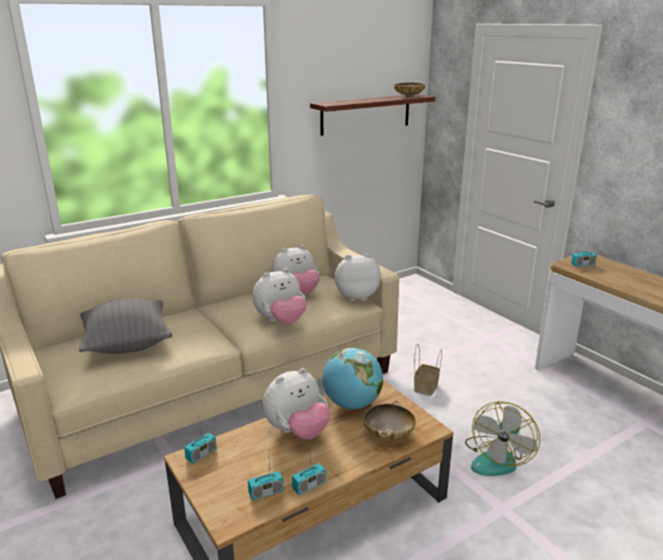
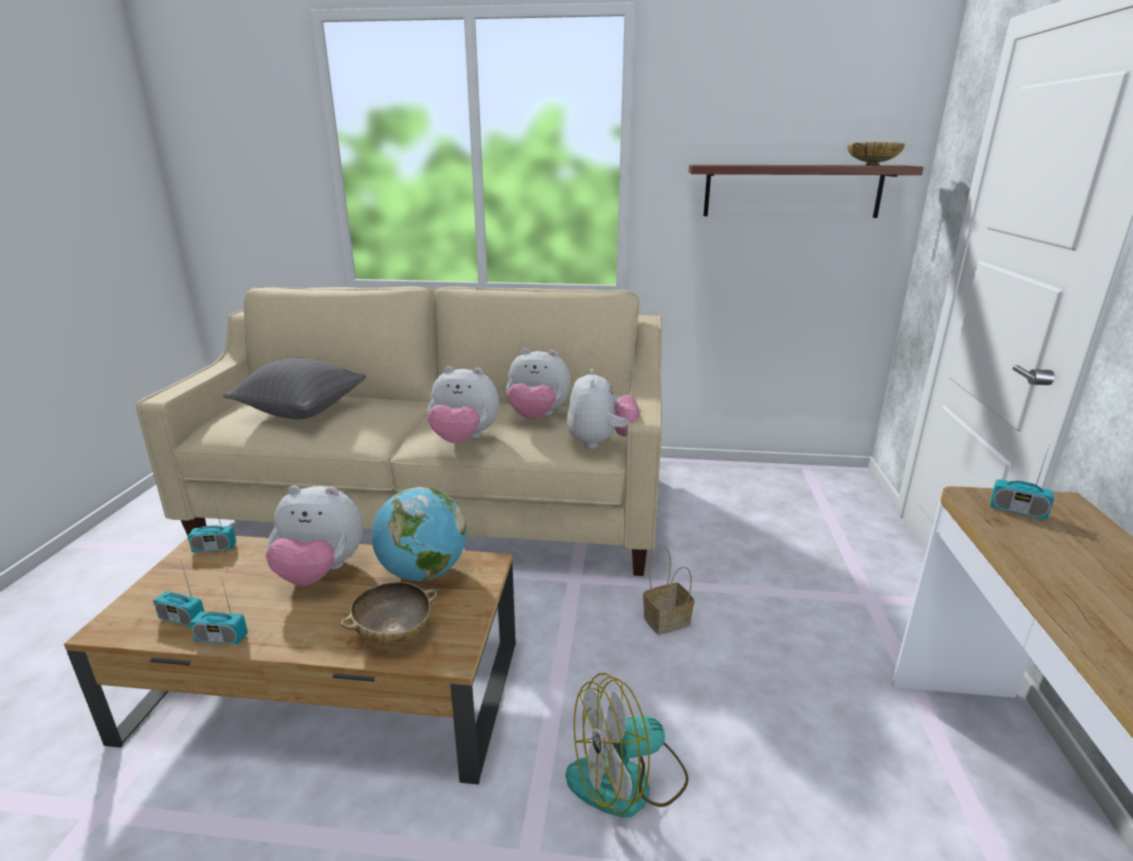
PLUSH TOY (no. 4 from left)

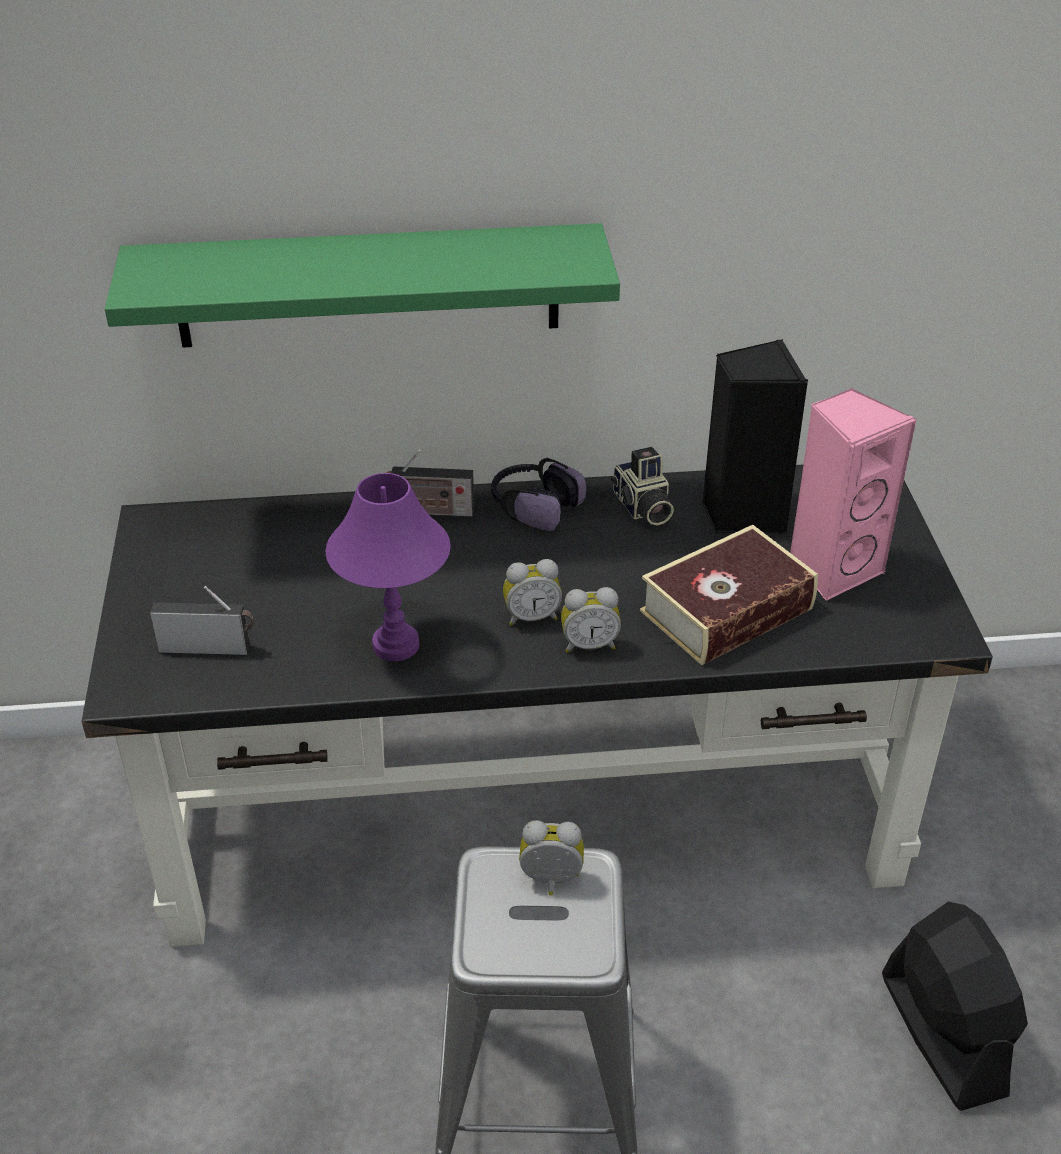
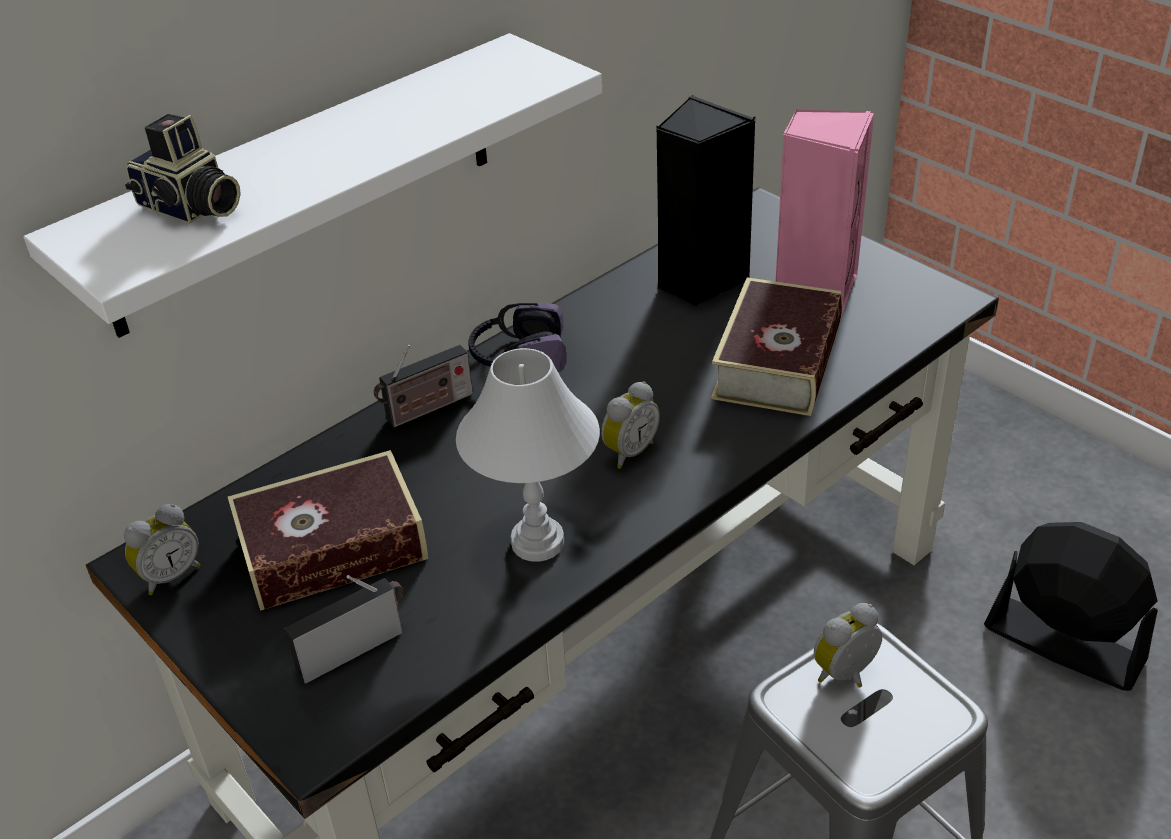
WHITE BRACKET SHELF
PHOTO CAMERA
WHITE TABLE LAMP
BEDSIDE CLOCK (no. 1 from left)
VOLUME (no. 1 from left)

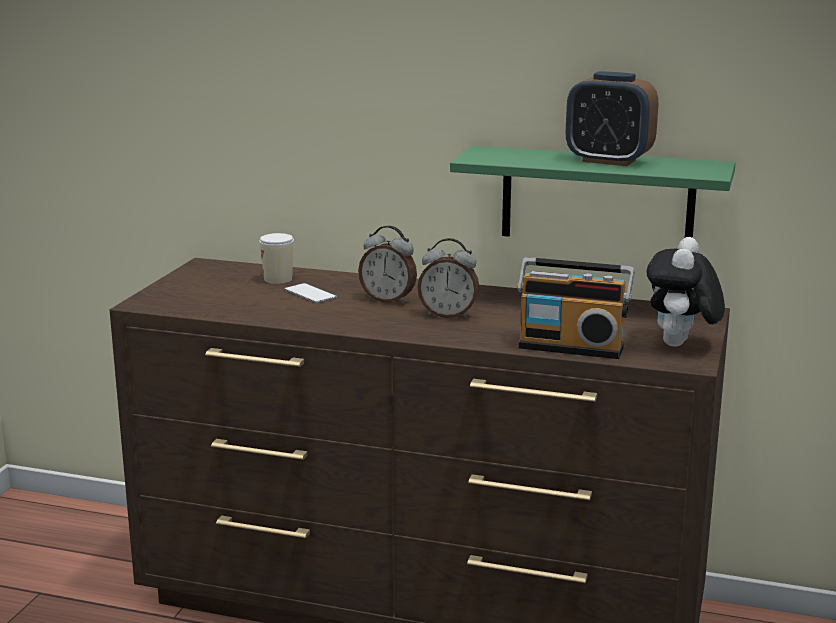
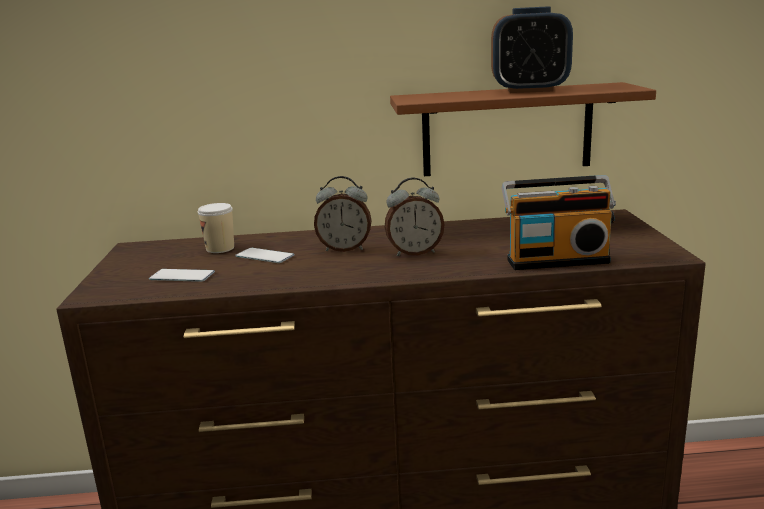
BROWNISH BRACKET SHELF
PLUSH TOY
TELEPHONE (no. 1 from left)

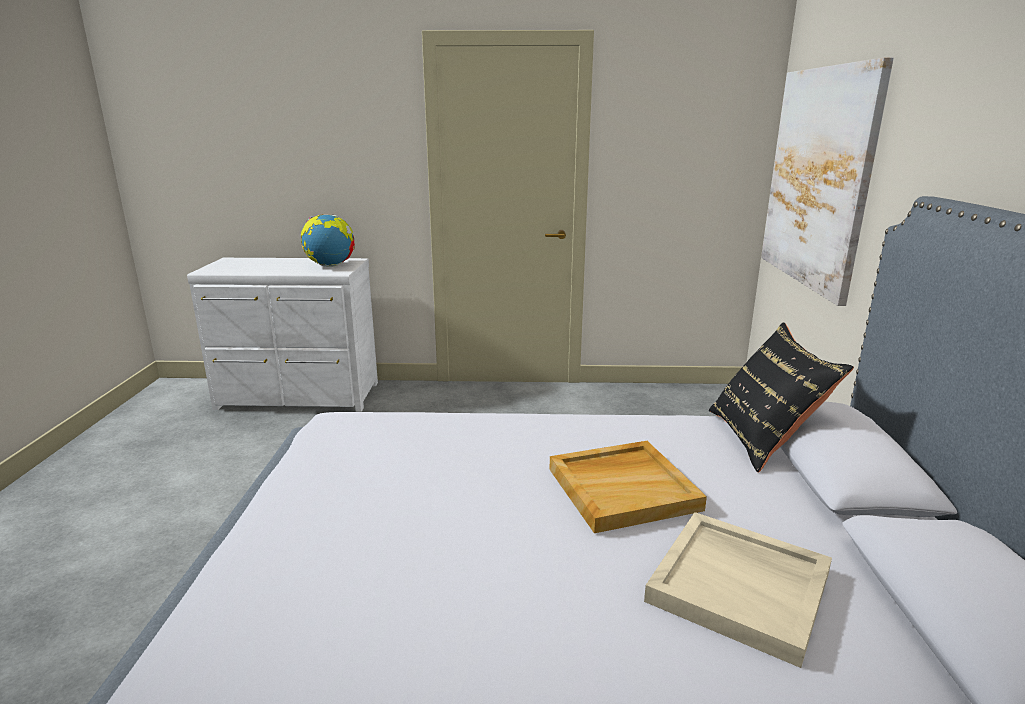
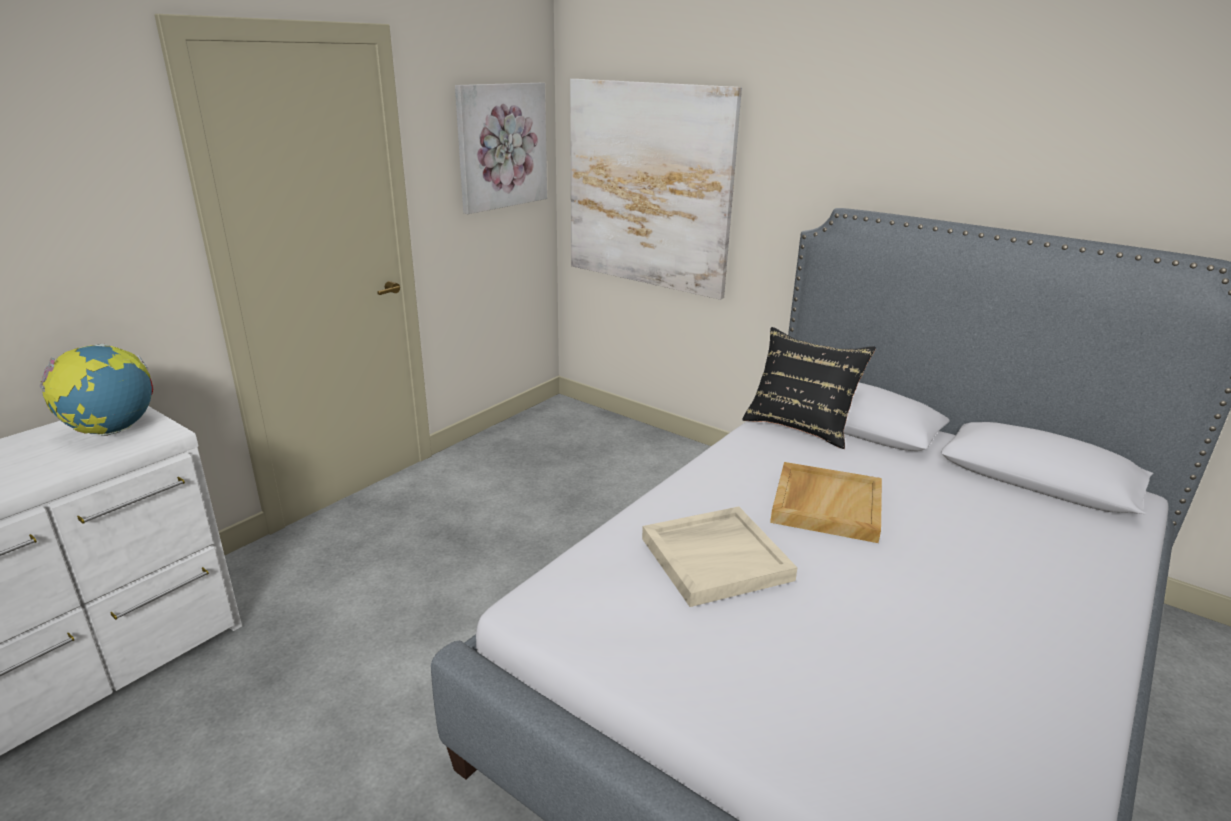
BEIGE CARRYING TRAY (no. 1 from left)
PICTURE (no. 1 from left)

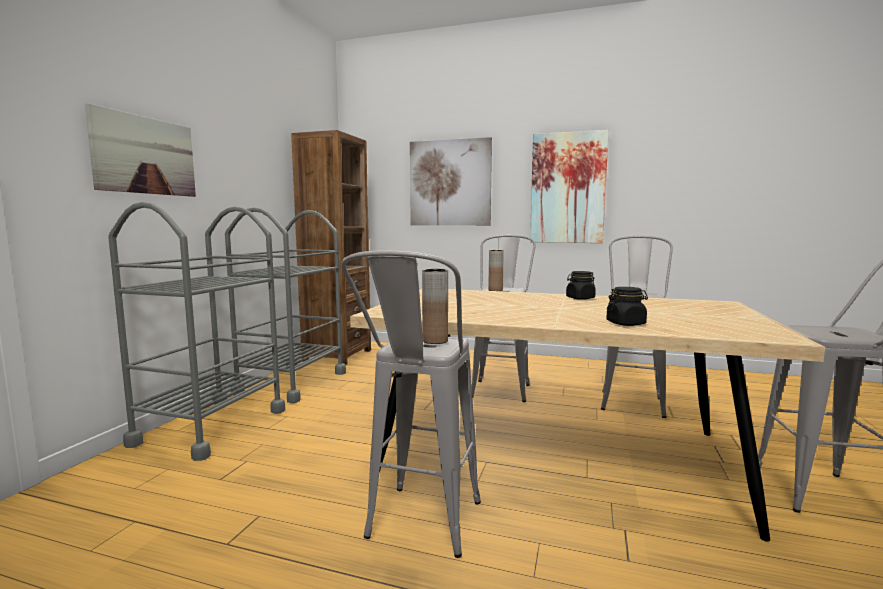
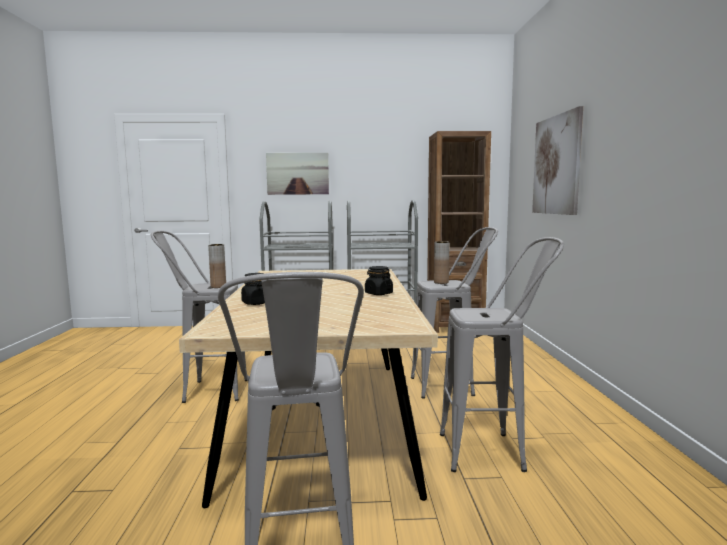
PICTURE (no. 3 from left in the first image)

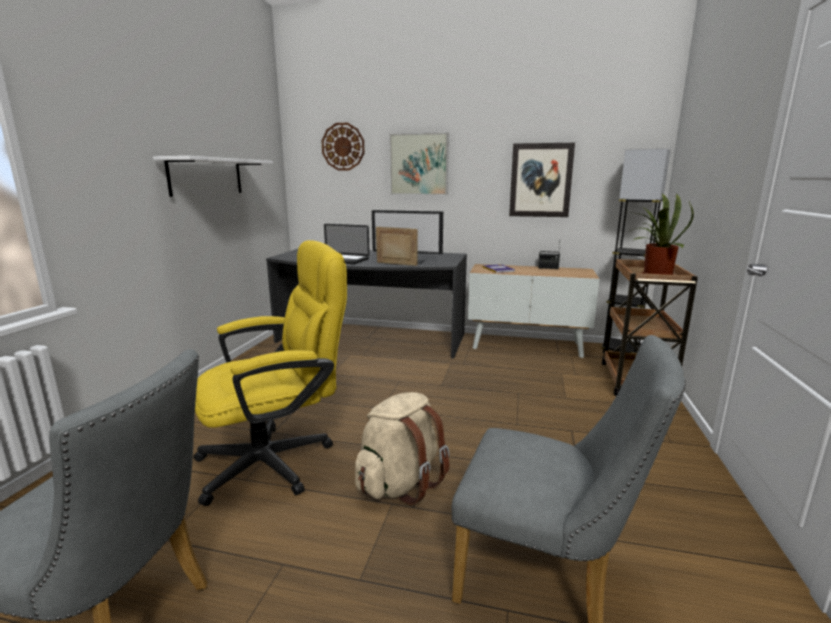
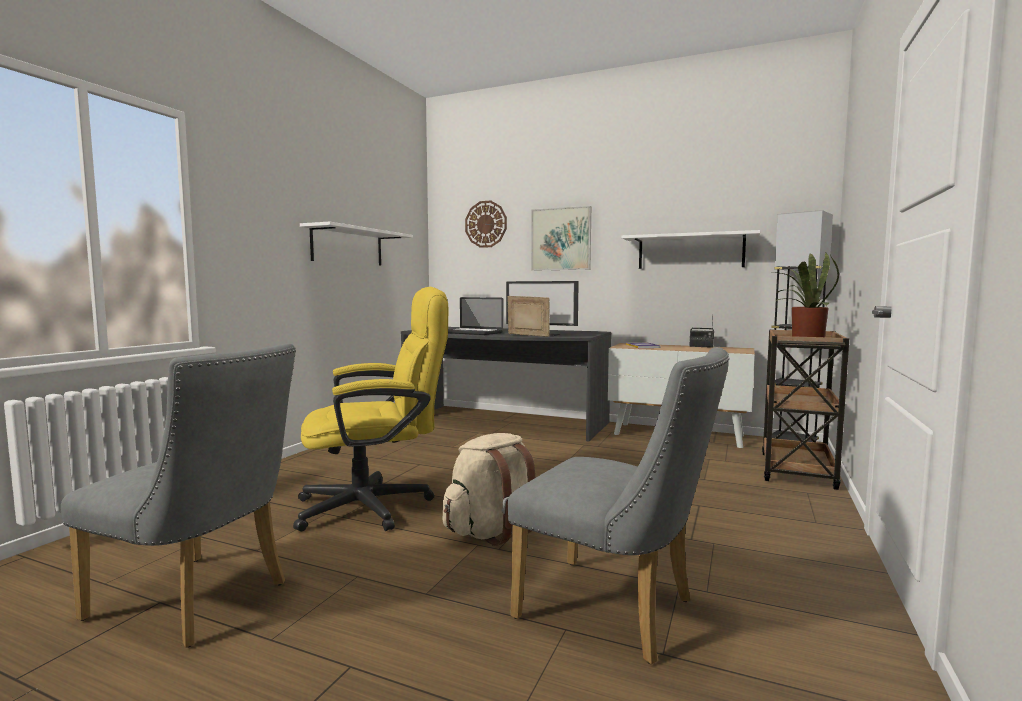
WHITE BRACKET SHELF (no. 2 from left)

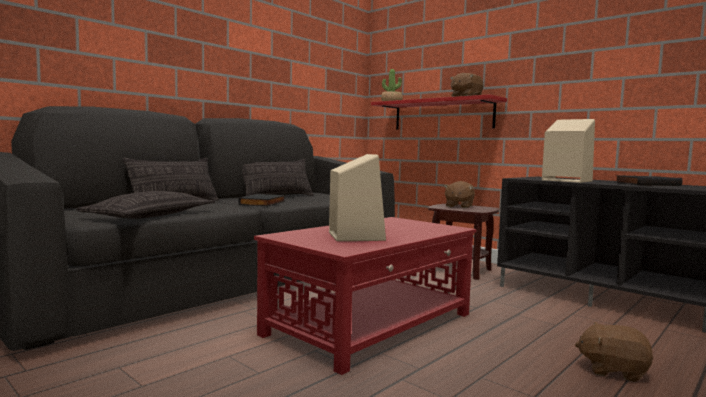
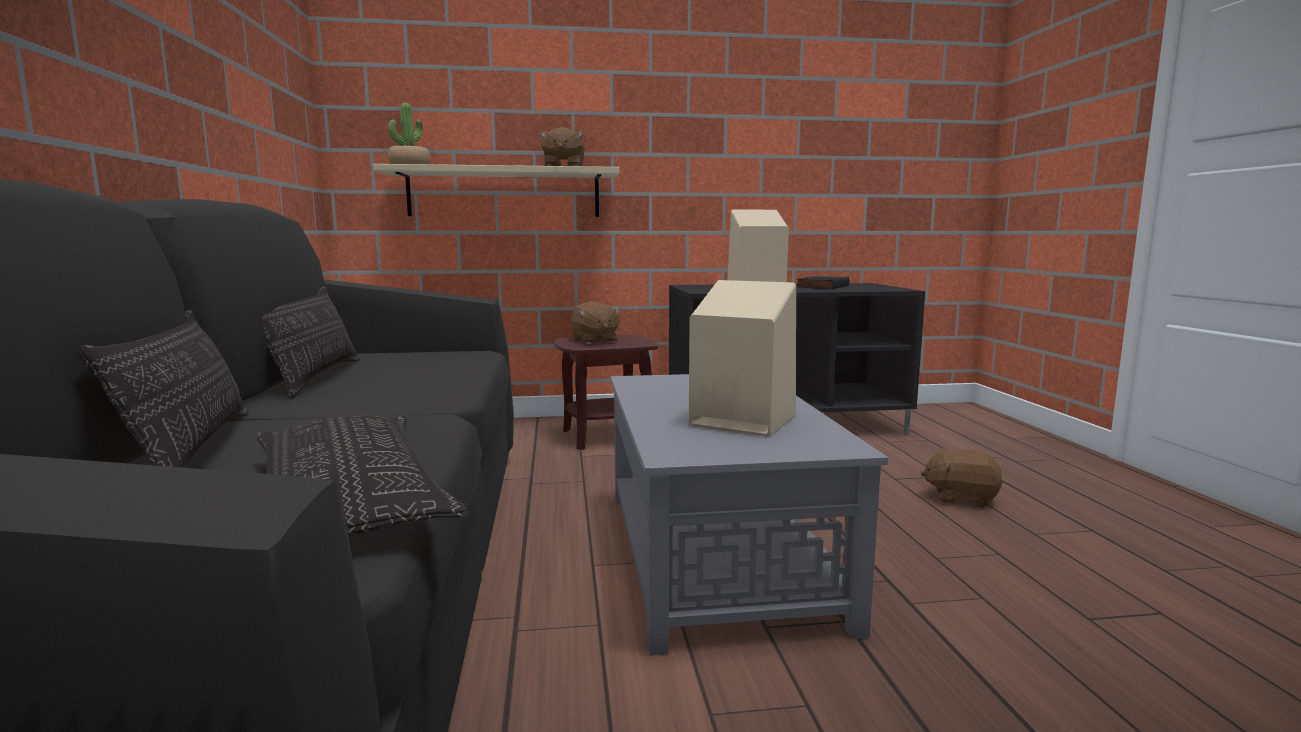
BEIGE BRACKET SHELF
BLACK-COLOURED VOLUME (no. 1 from left in the first image)
GRAY LOUNGE TABLE
BROWNISH PLUSH TOY (no. 3 from left)

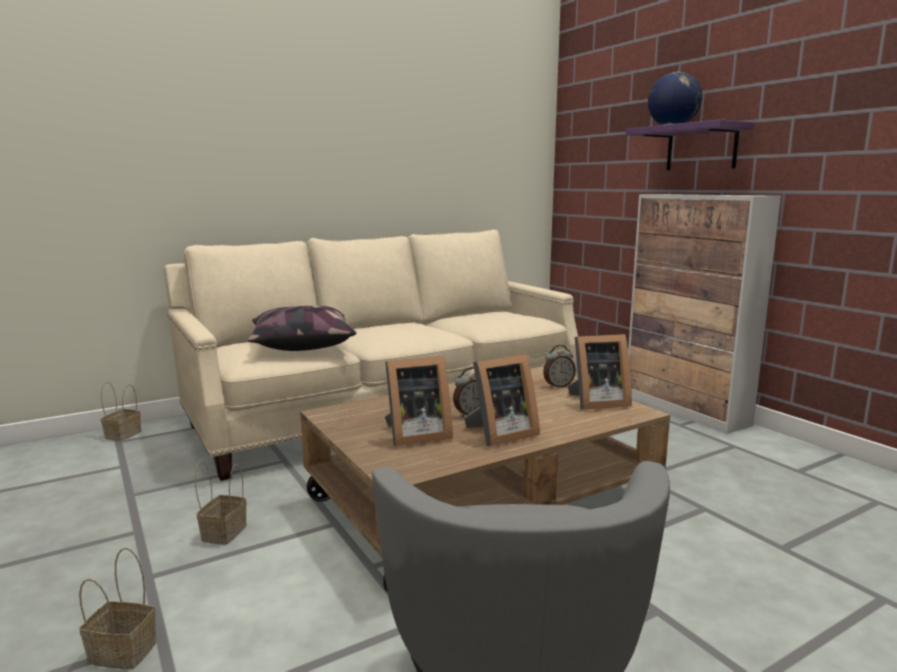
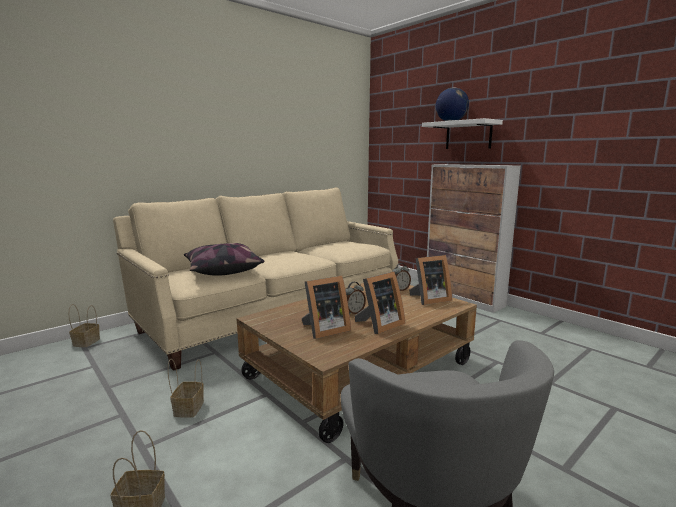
WHITE BRACKET SHELF

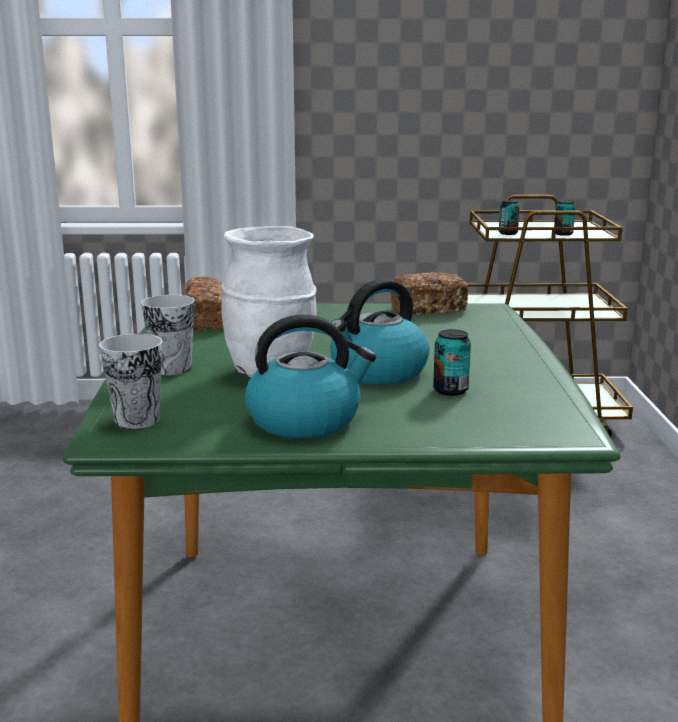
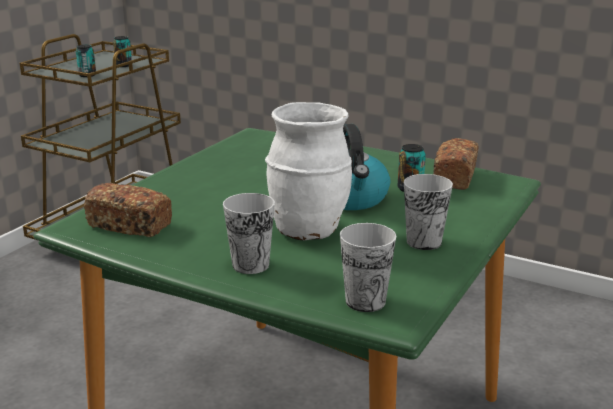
BAKERY BREAD (no. 2 from left)
CUP (no. 3 from left)

